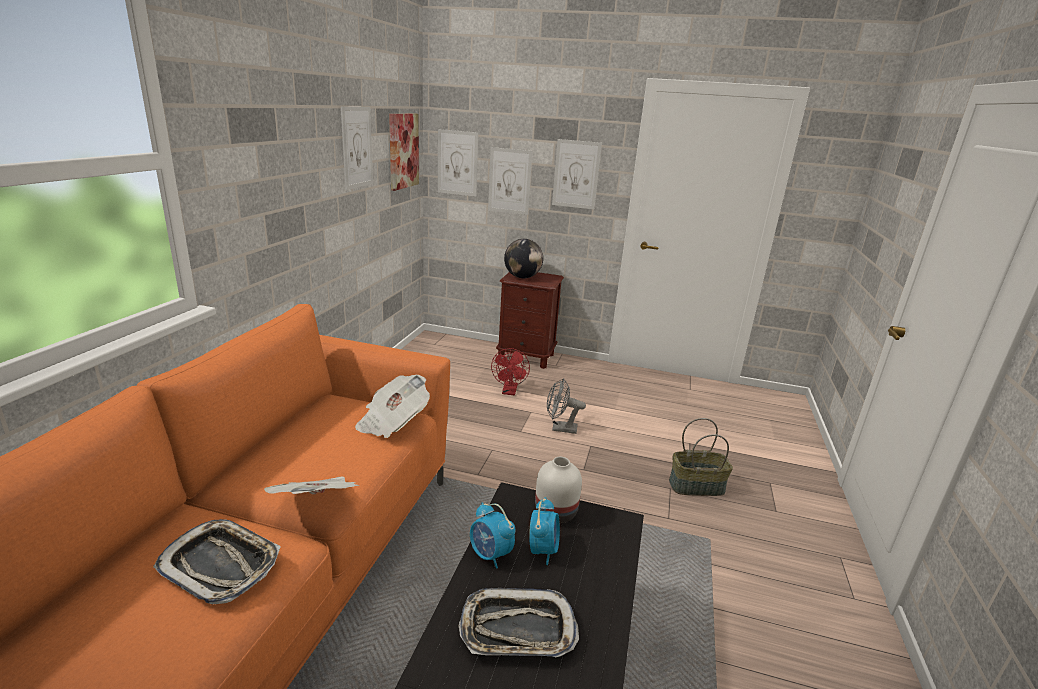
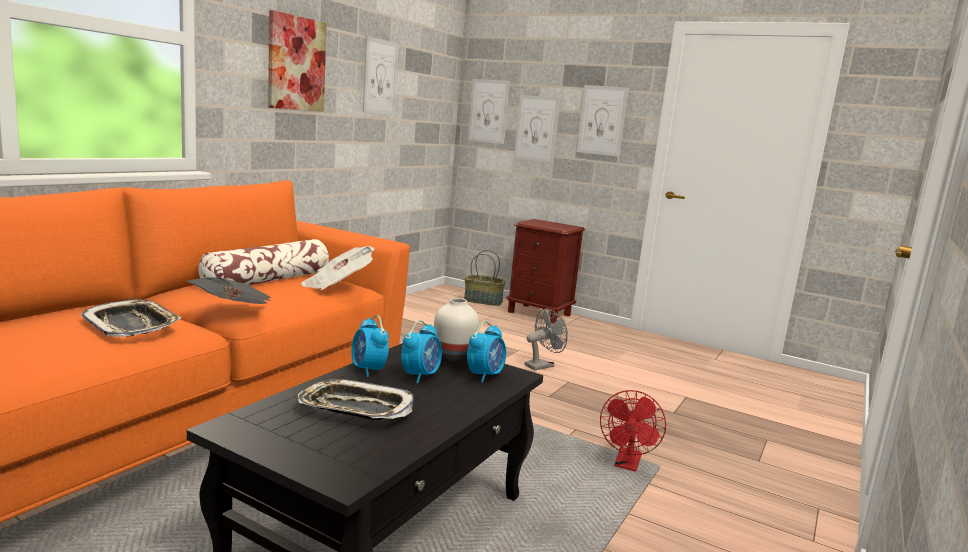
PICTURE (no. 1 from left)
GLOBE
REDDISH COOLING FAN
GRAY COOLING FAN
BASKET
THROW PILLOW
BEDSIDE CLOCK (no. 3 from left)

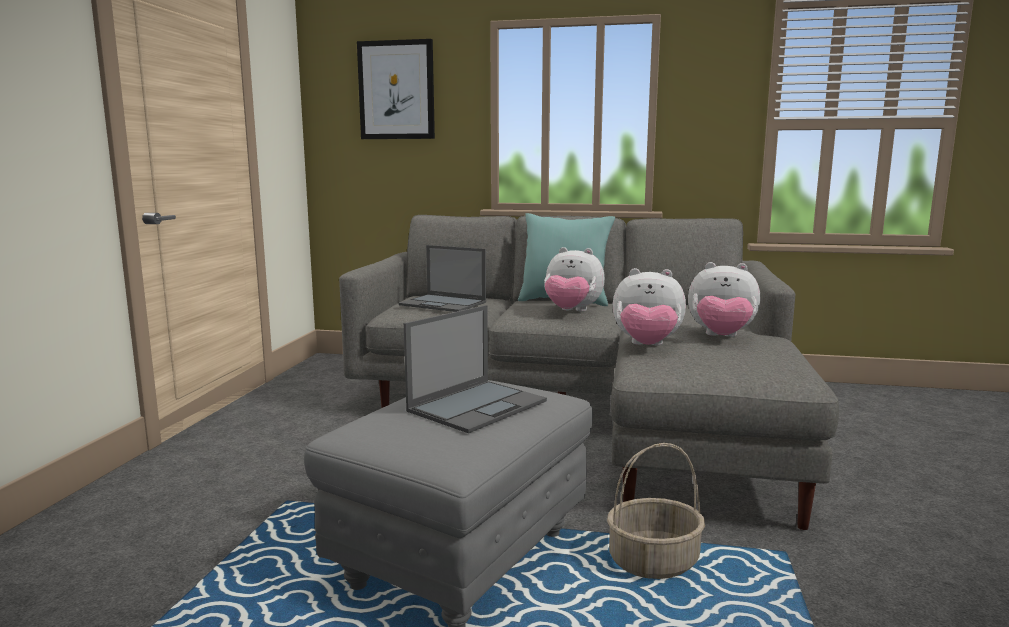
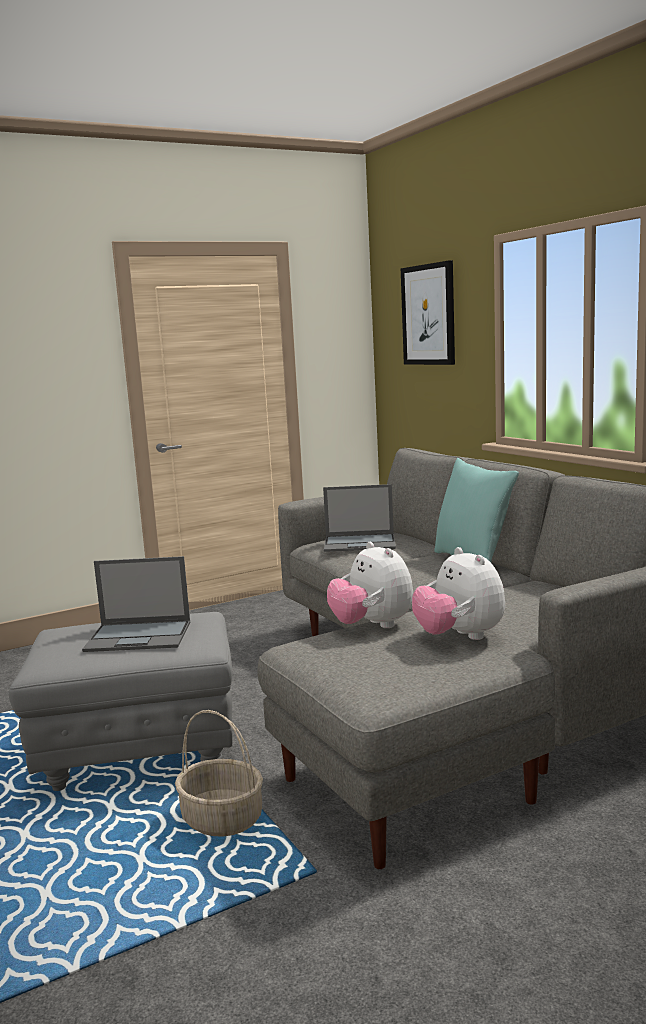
LAPTOP (no. 2 from left)
PLUSH TOY (no. 1 from left in the first image)

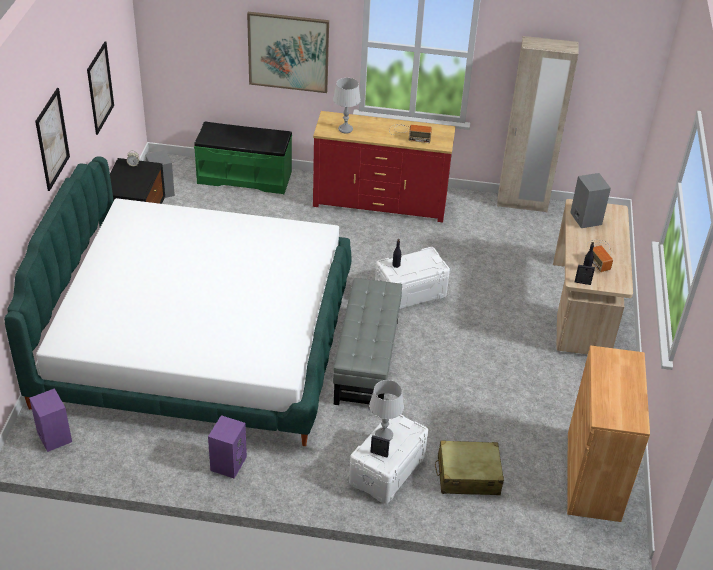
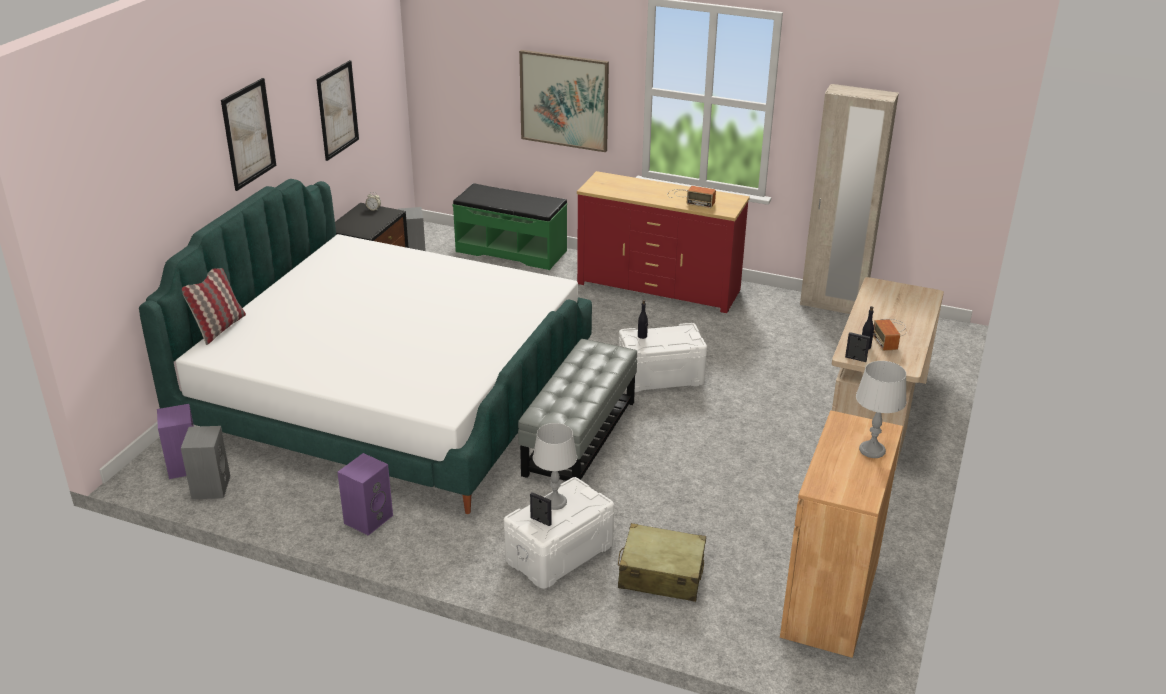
GRAY TABLE LAMP (no. 2 from left)
GRAY SPEAKER (no. 1 from left)
THROW PILLOW

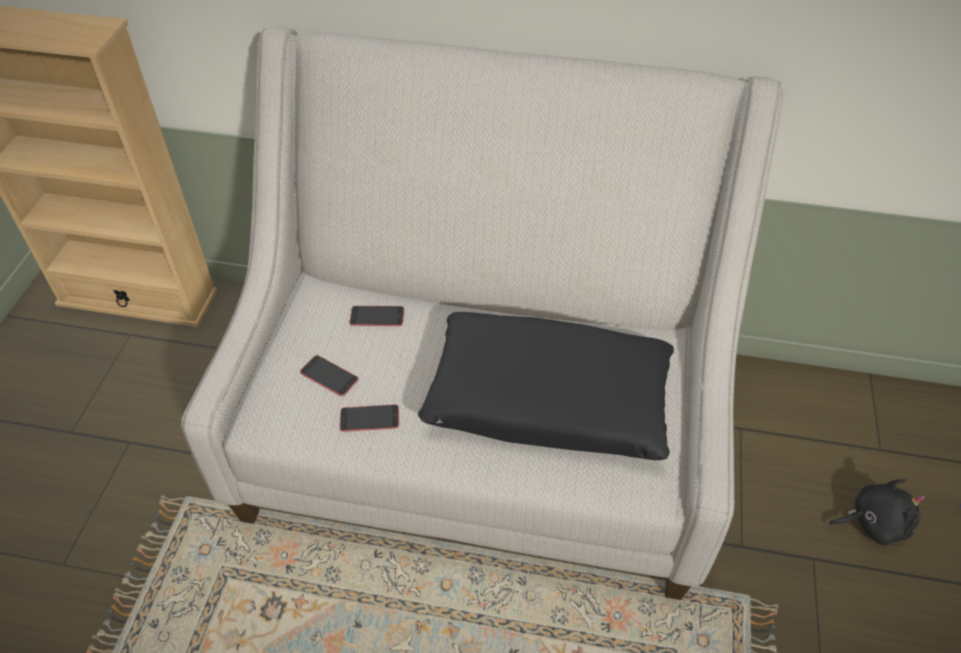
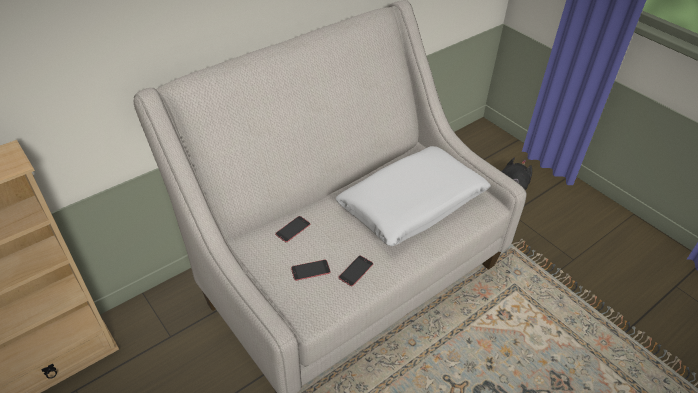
WHITE THROW PILLOW

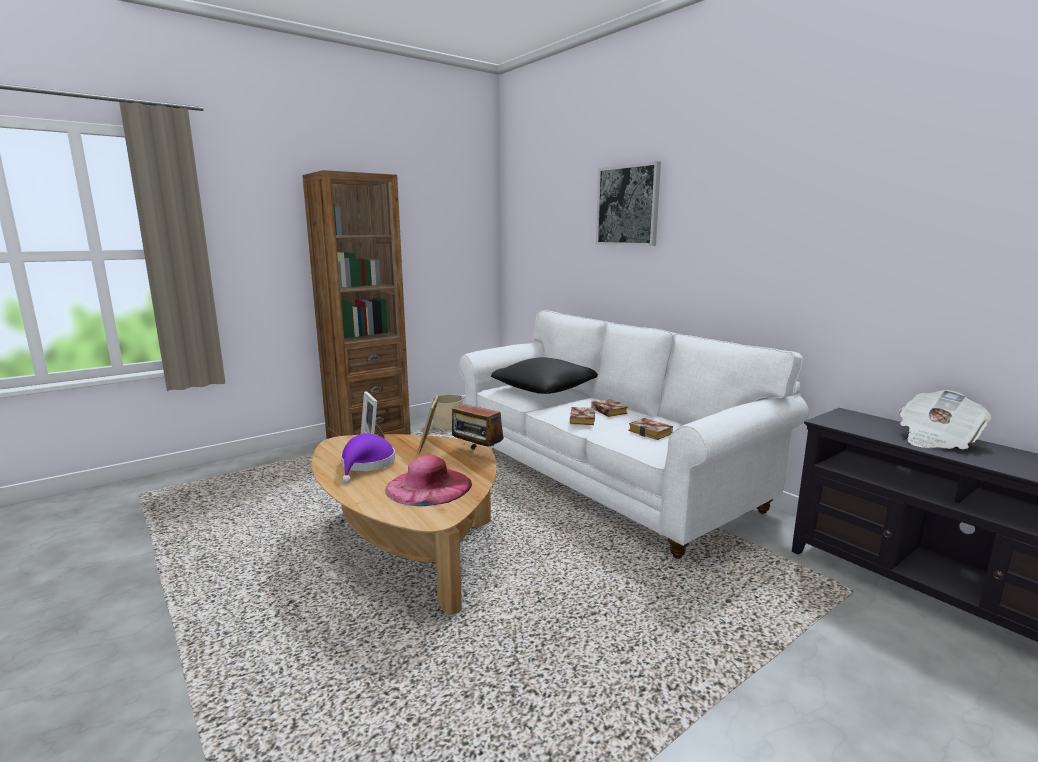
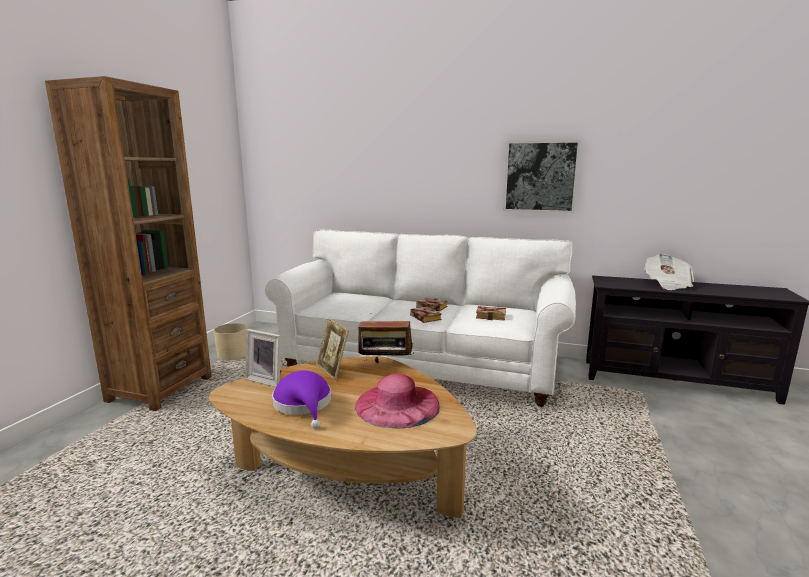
PICTURE
BLACK-COLOURED THROW PILLOW

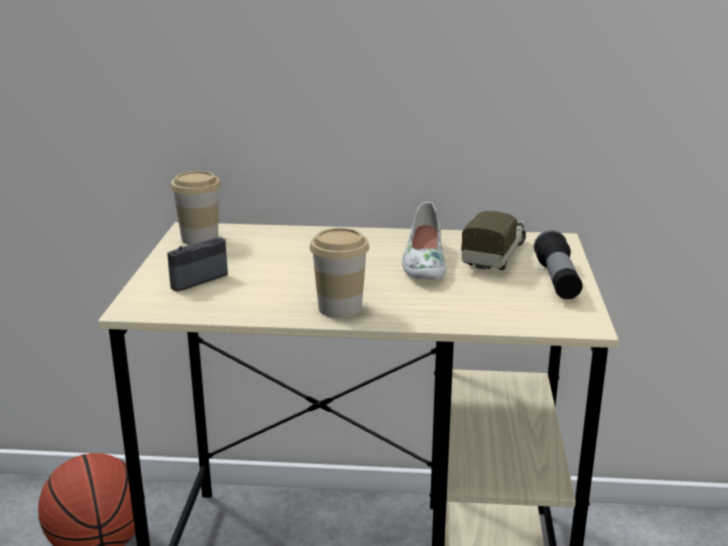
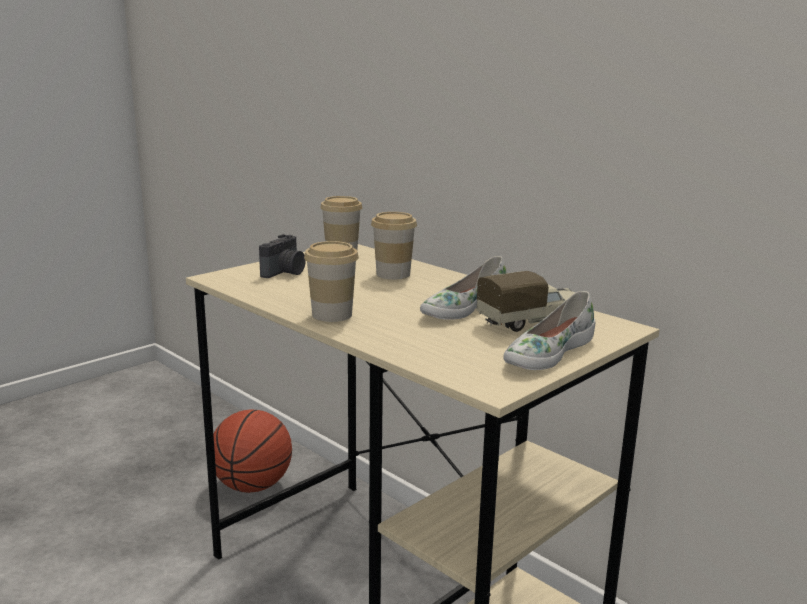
WHITE LOW SHOE (no. 2 from left)
PHOTO CAMERA
CUP (no. 3 from left)

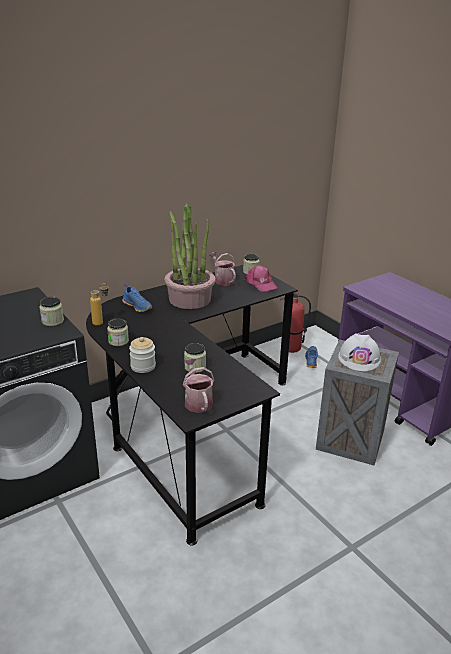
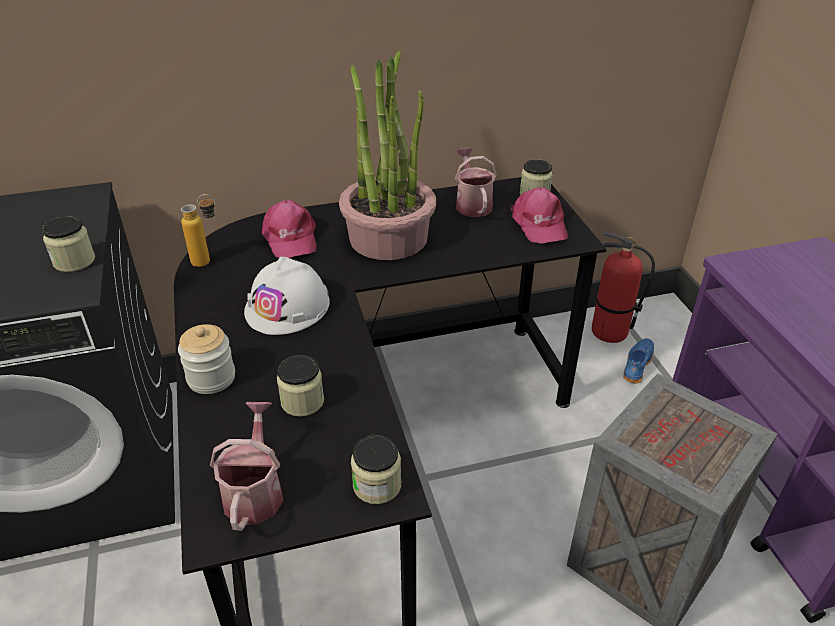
PINKISH PEAKED CAP (no. 1 from left)
STORAGE JAR (no. 4 from left)
WHITE HARD HAT

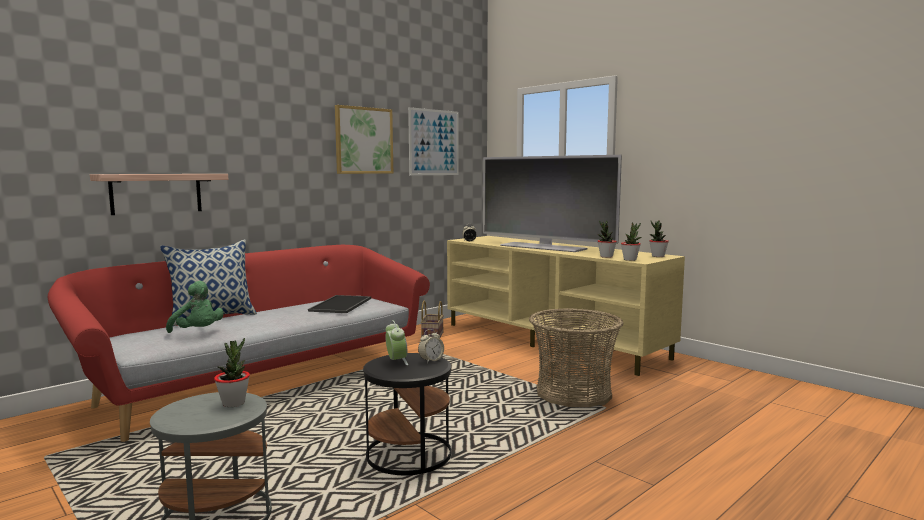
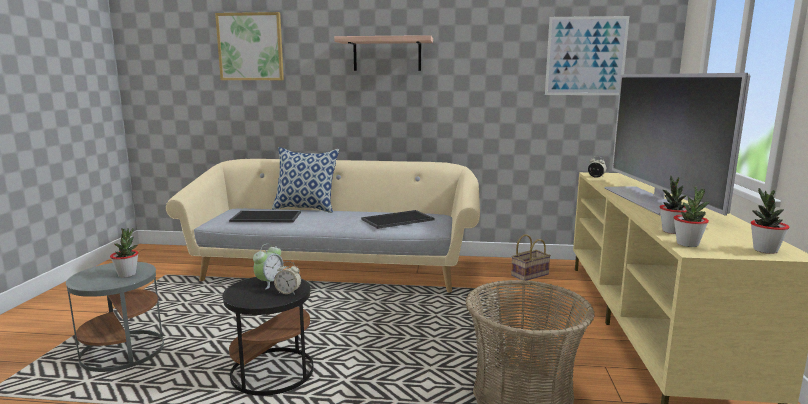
PICTURE (no. 1 from left)
BRACKET SHELF
BEIGE SOFA
CARRYING TRAY (no. 1 from left)

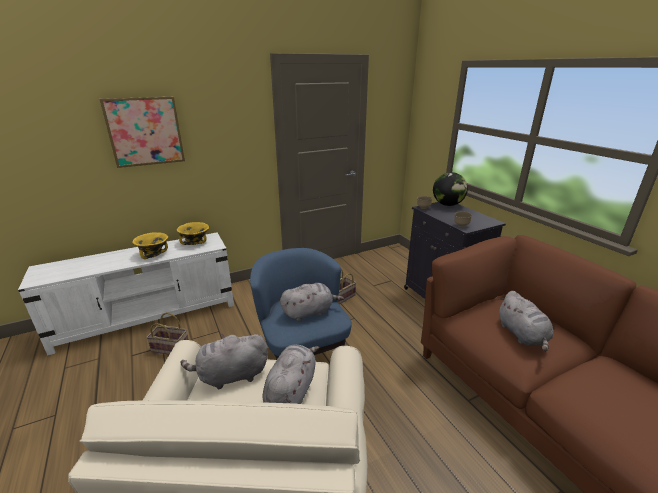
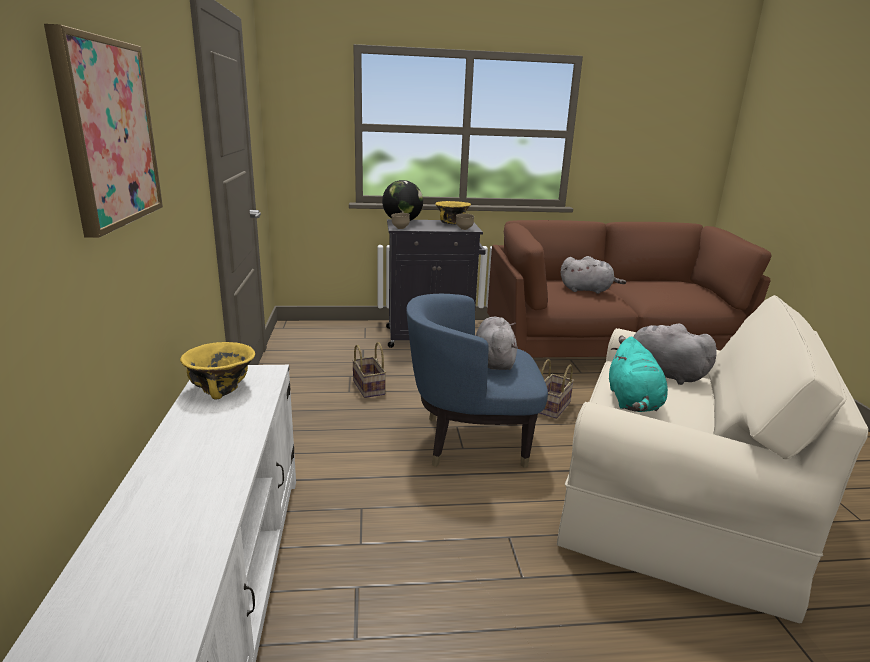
YELLOW SERVING BOWL (no. 2 from left)
BASKET (no. 2 from left)
BLUE-GREEN PLUSH TOY

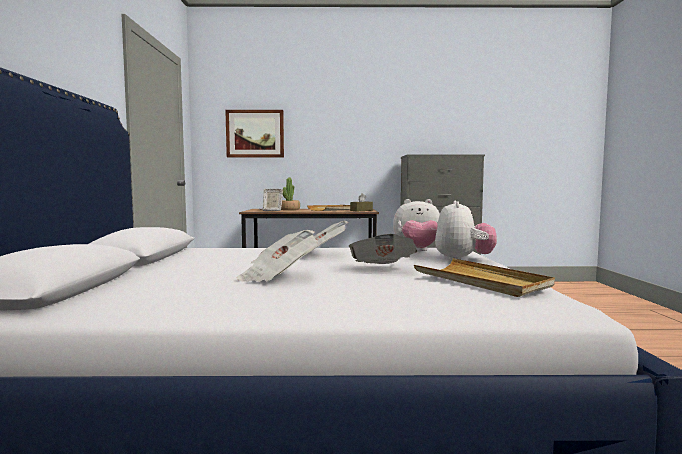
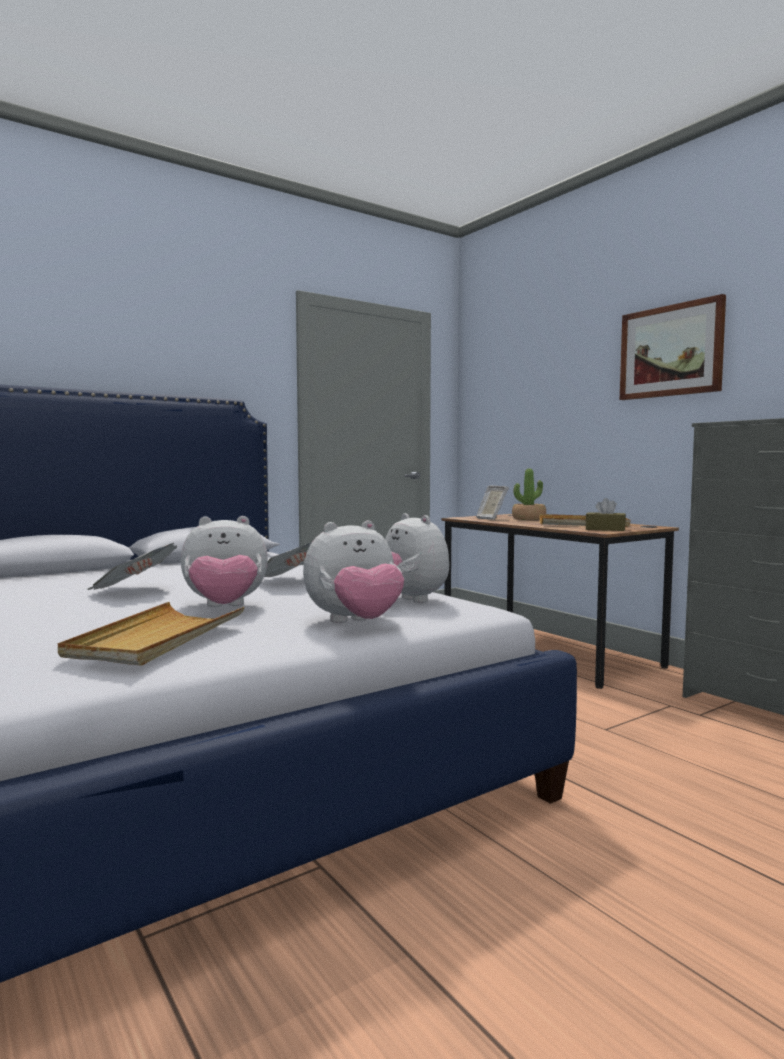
PICTURE
PLUSH TOY (no. 1 from left)

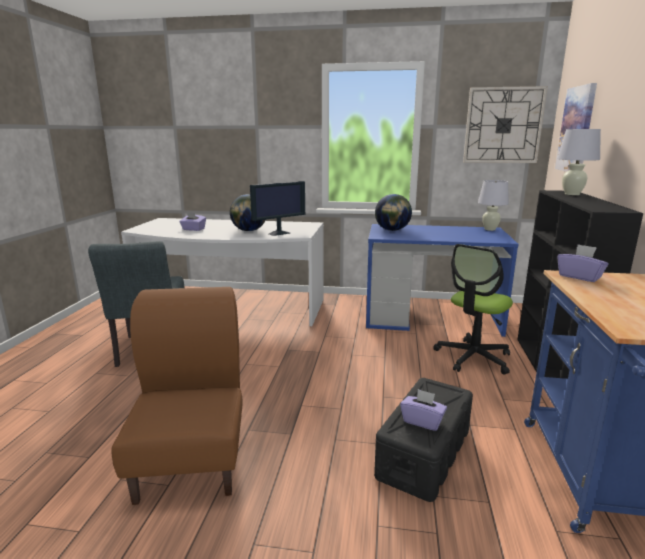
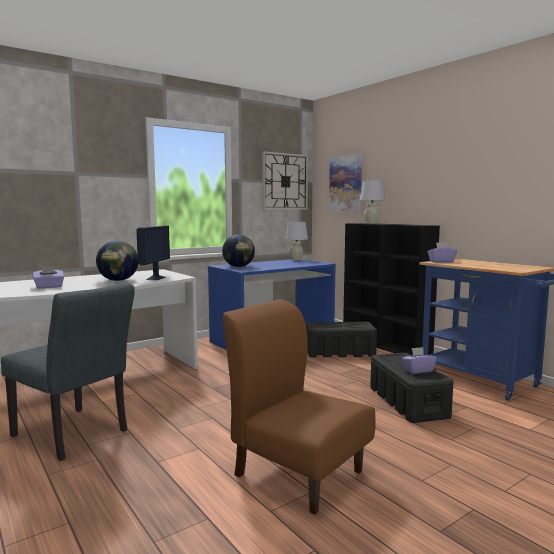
BLACK-COLOURED STORAGE CONTAINER (no. 1 from left)

